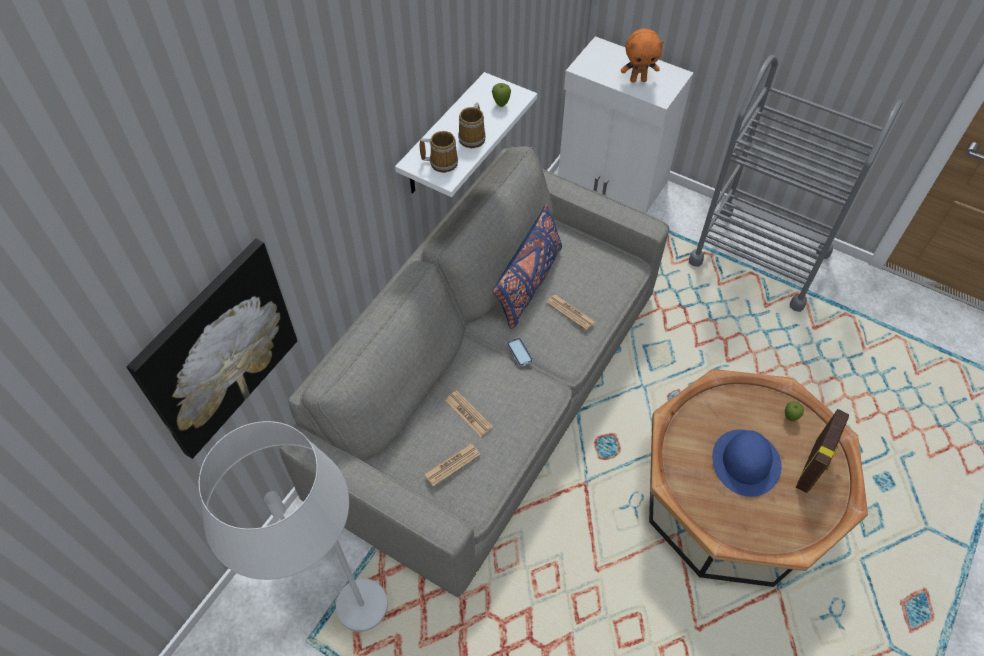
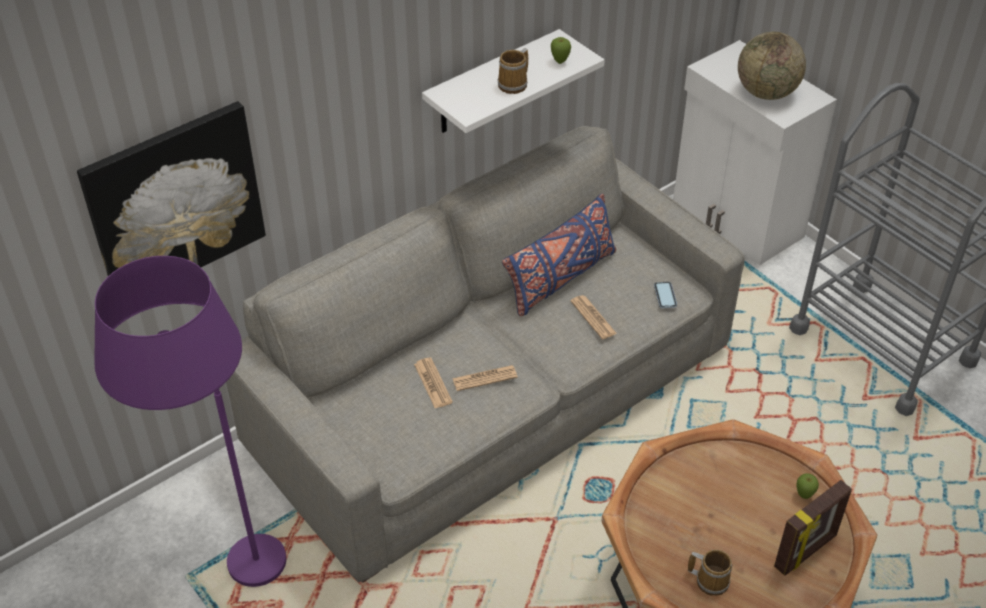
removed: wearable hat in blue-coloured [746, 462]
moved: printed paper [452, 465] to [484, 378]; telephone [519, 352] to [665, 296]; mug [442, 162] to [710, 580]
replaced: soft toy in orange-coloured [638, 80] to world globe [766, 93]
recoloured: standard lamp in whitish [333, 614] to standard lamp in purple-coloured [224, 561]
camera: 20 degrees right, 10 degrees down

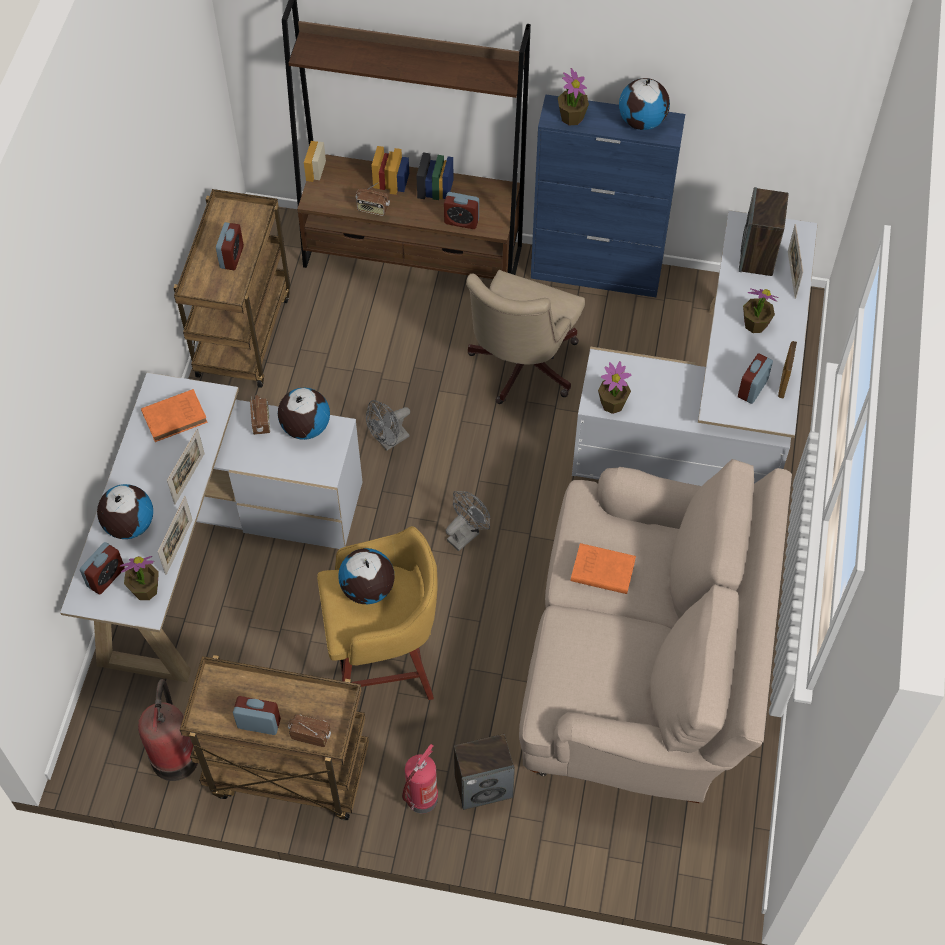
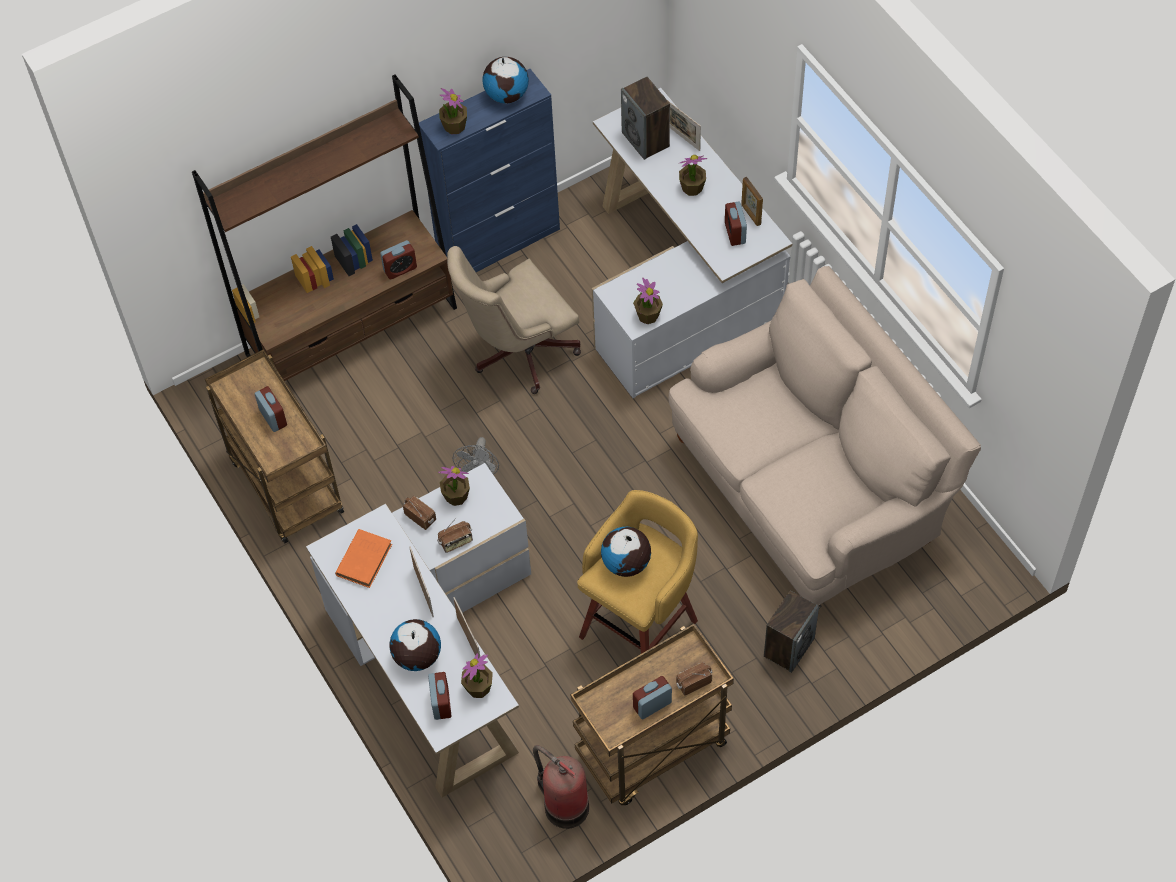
removed: fire extinguisher [422, 800]; fan in greyish [466, 533]; book in orange-coloured [601, 570]
moved: radio receiver [373, 209] to [456, 542]
replaced: world globe [305, 427] to plant in a pot [456, 496]
turned: office chair in beige [520, 368] = [517, 352] 75 degrees clockwise
camera: 40 degrees left, 0 degrees up

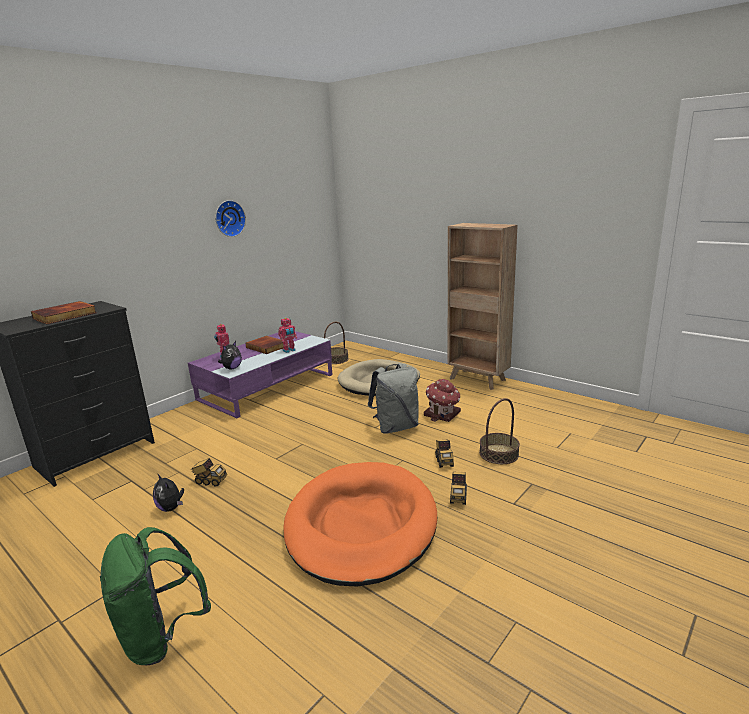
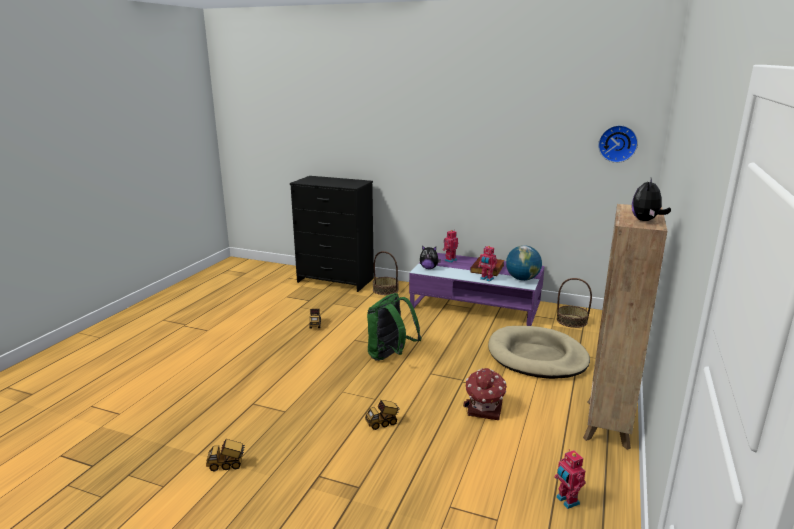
removed: book [65, 316]; dog bed in orange-coloured [361, 525]; rucksack in greyish [396, 427]
added: world globe [522, 279]; robot figure [566, 501]
moved: toy truck [458, 496] to [227, 465]; rucksack in green [162, 636] to [390, 356]; storage basket [498, 454] to [385, 290]; wall clock [229, 218] to [617, 143]; soft toy [171, 508] to [646, 220]
camera: 70 degrees right, 0 degrees up

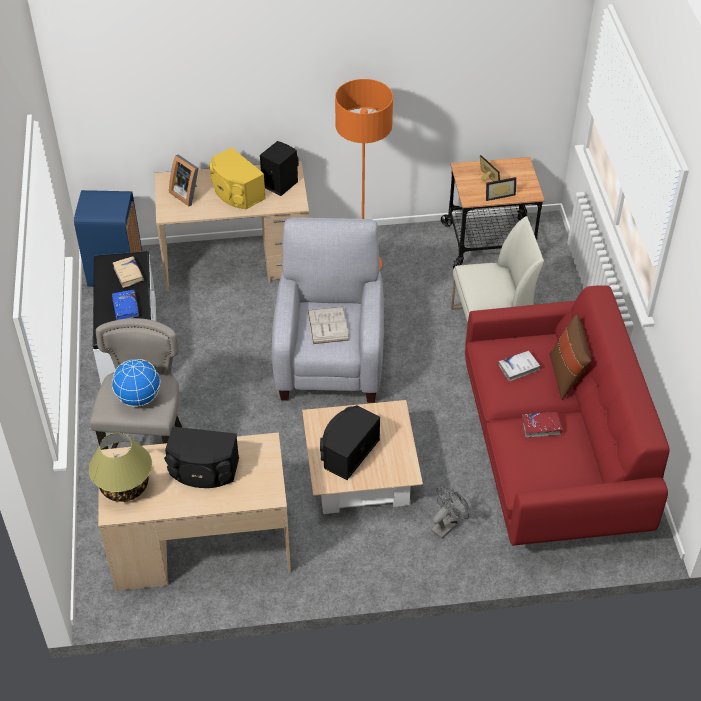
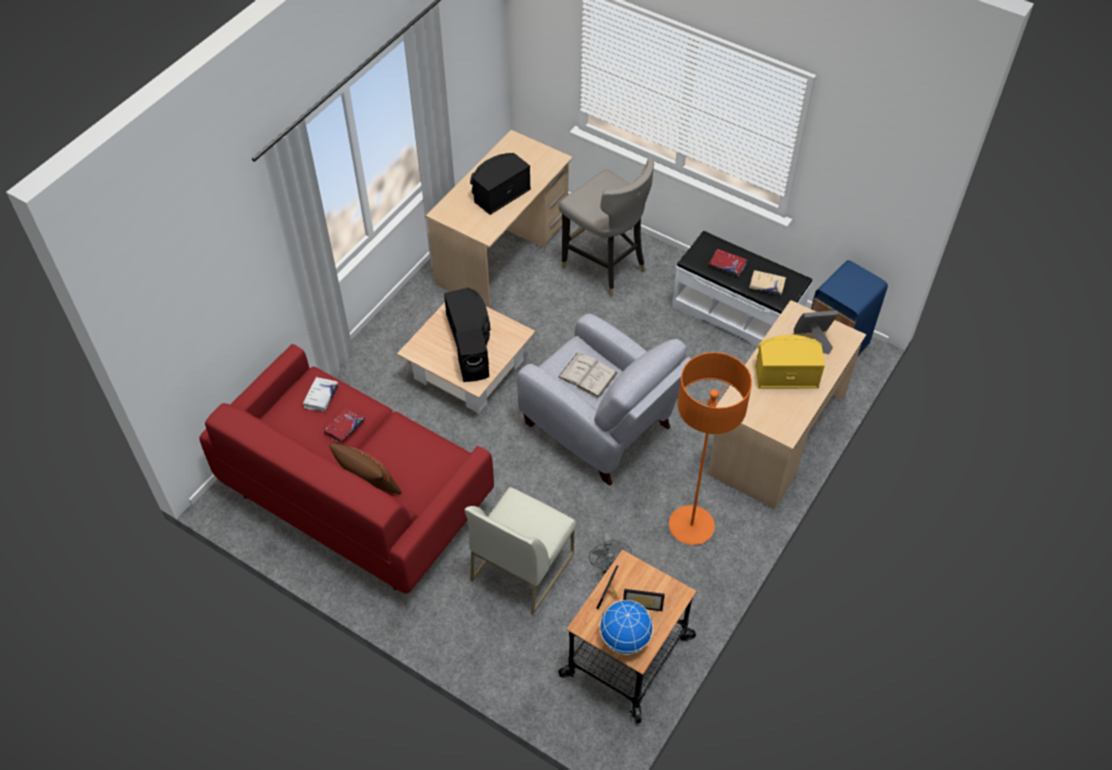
removed: table lamp [124, 486]
moved: book in whitish [518, 368] to [321, 397]; speaker in black-coloured [279, 183] to [475, 368]; fan in greyish [447, 525] to [608, 567]; world globe [139, 397] to [625, 639]
recoloured: book in blue-coloured [126, 308] to book in red [727, 265]
camera: 130 degrees right, 5 degrees up

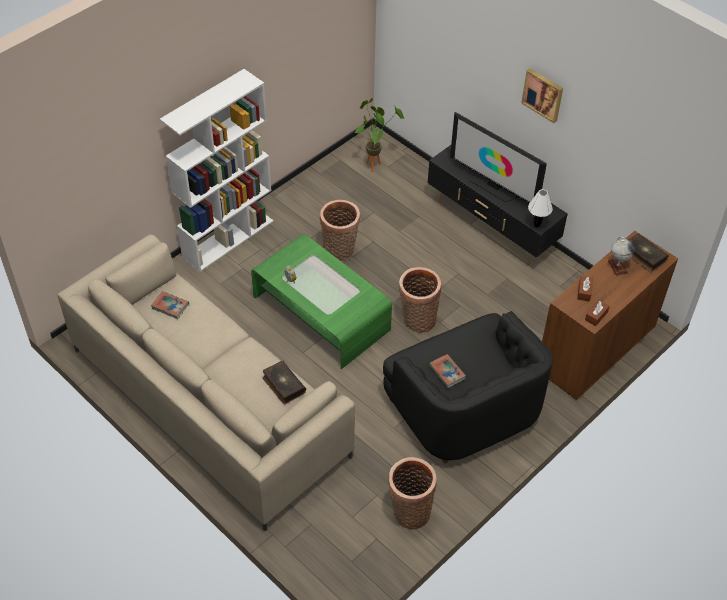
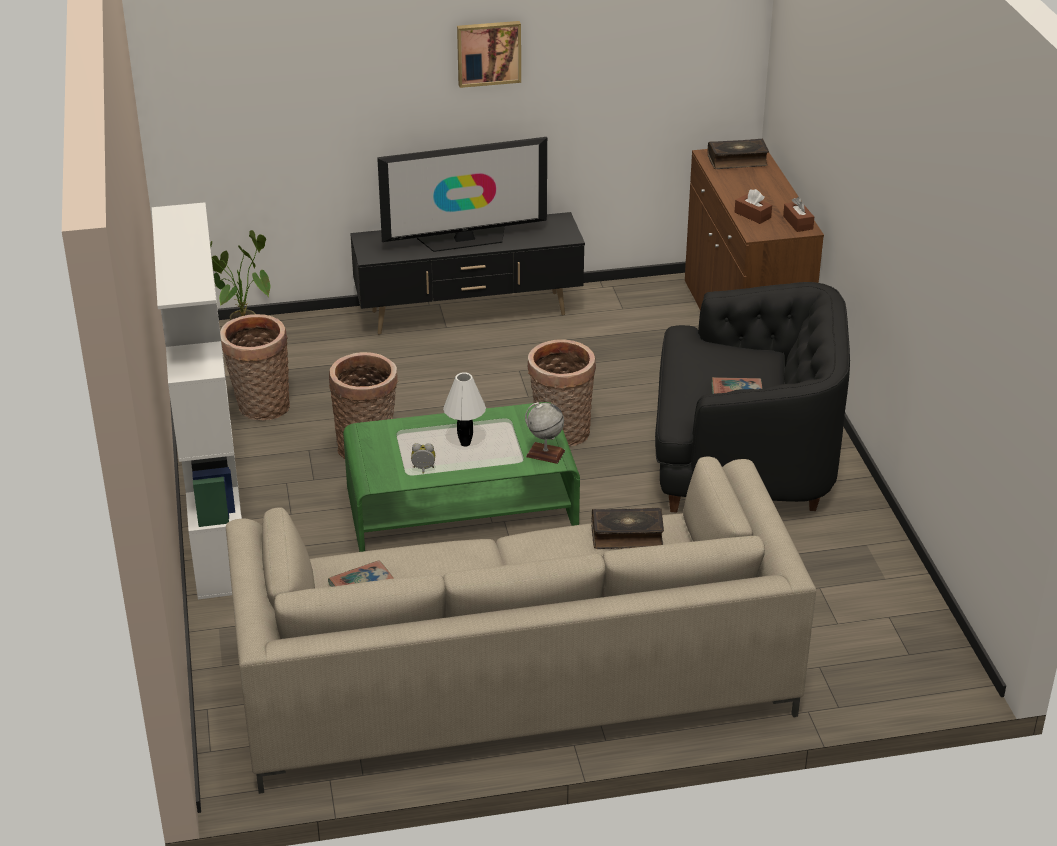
moved: storage basket [409, 511] to [260, 407]; table lamp in whitish [536, 225] to [465, 443]; world globe [617, 266] to [545, 454]
camera: 55 degrees left, 15 degrees down

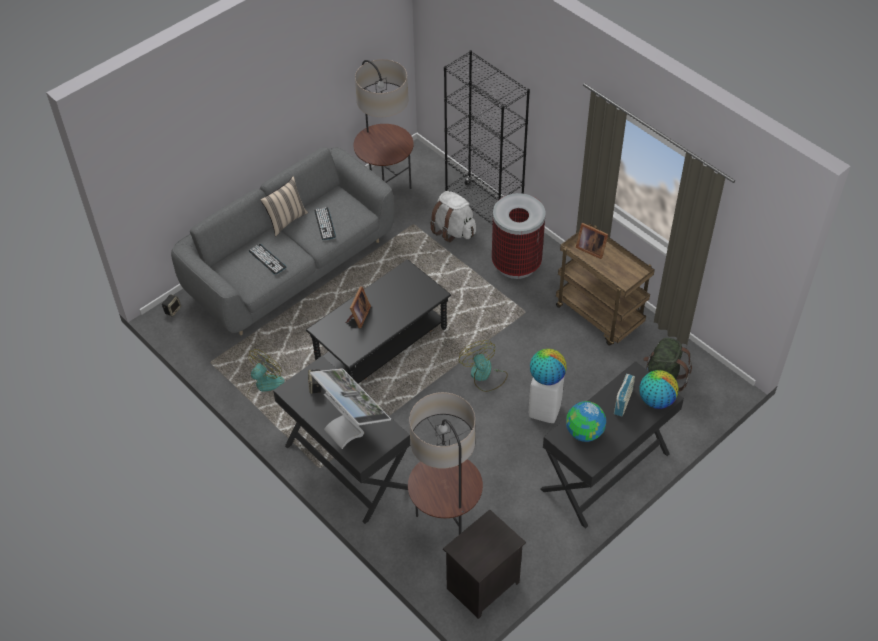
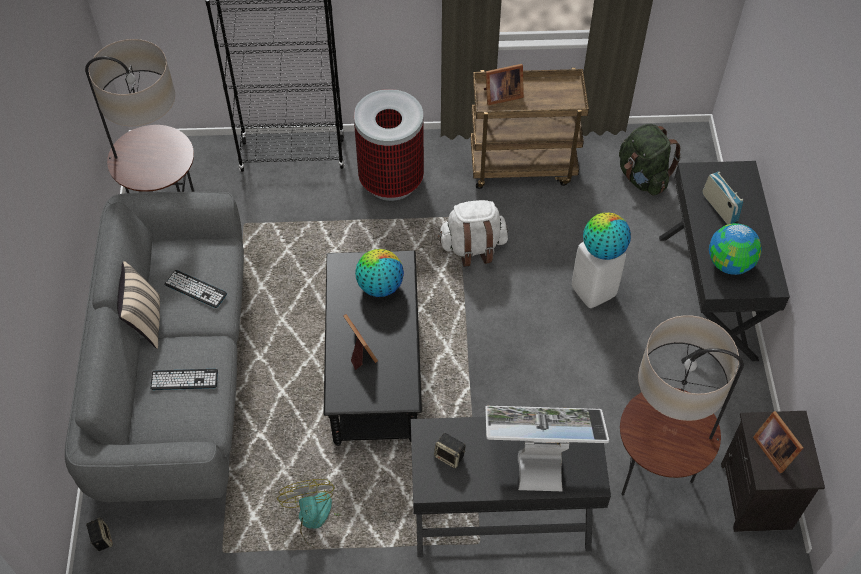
removed: fan [484, 375]
added: photo frame [774, 449]
moved: world globe [656, 400] to [380, 286]; rucksack in whitish [453, 230] to [473, 247]
camera: 50 degrees left, 5 degrees up

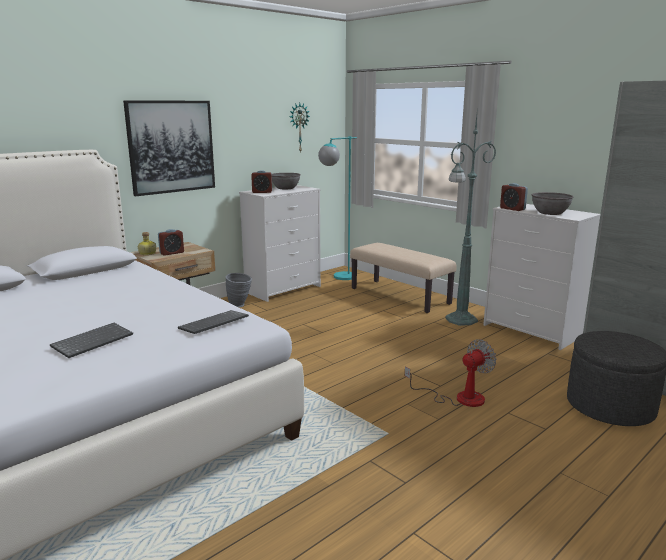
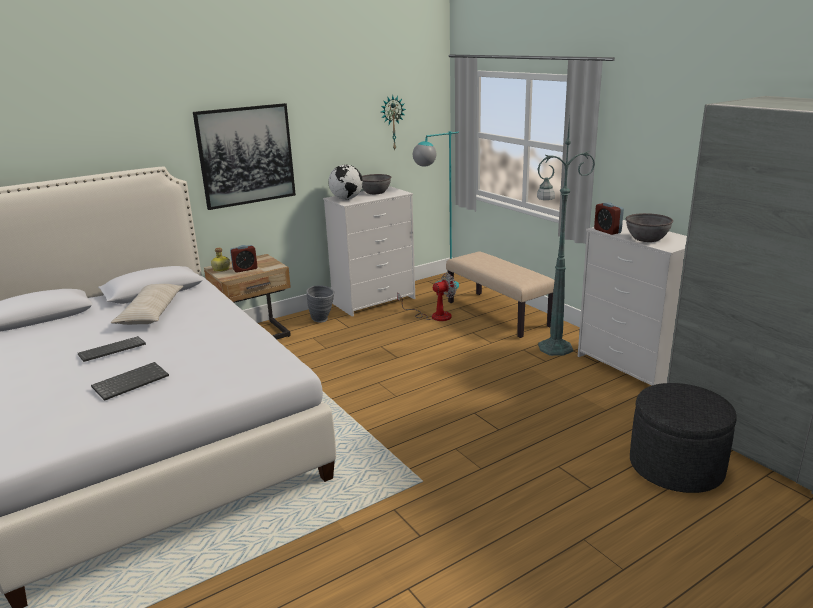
added: pillow in beige [151, 313]
moved: keyboard [214, 324] to [111, 351]; fan [459, 398] to [434, 316]
replaced: bedside clock [262, 192] to world globe [346, 199]
camera: 10 degrees right, 5 degrees up

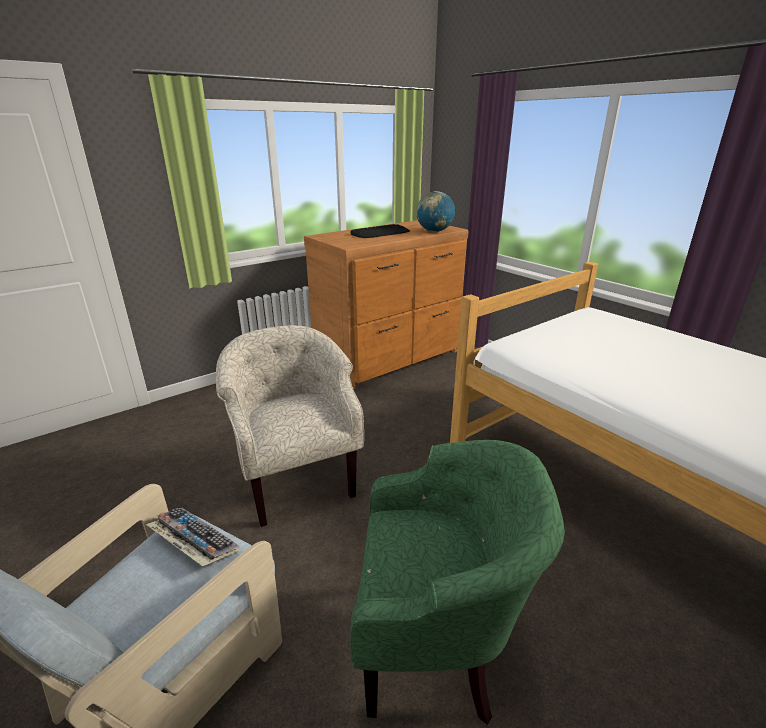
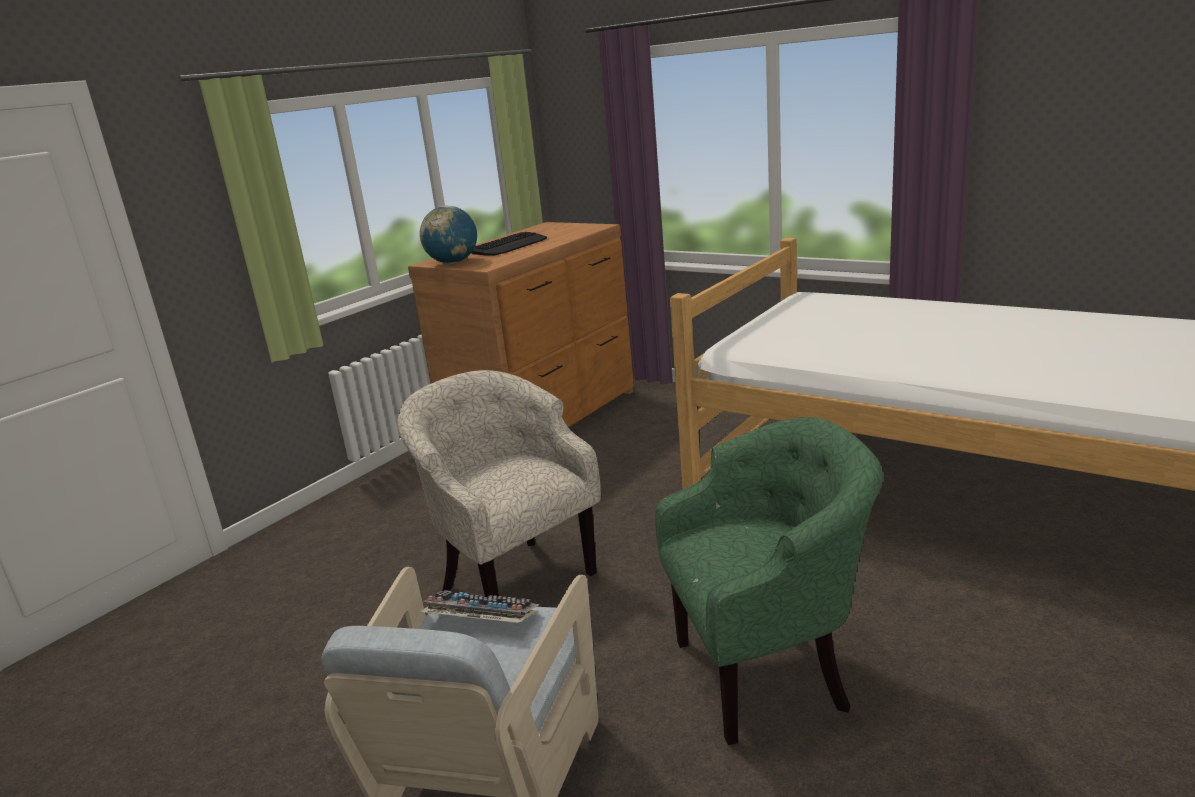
moved: world globe [434, 231] to [453, 263]
camera: 15 degrees left, 5 degrees down

